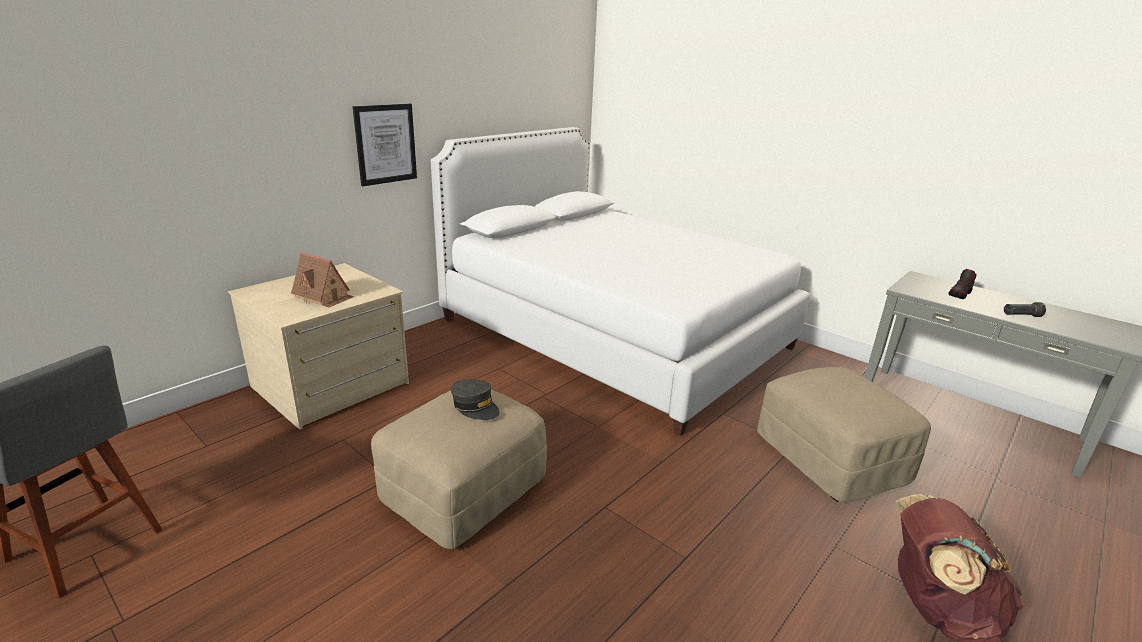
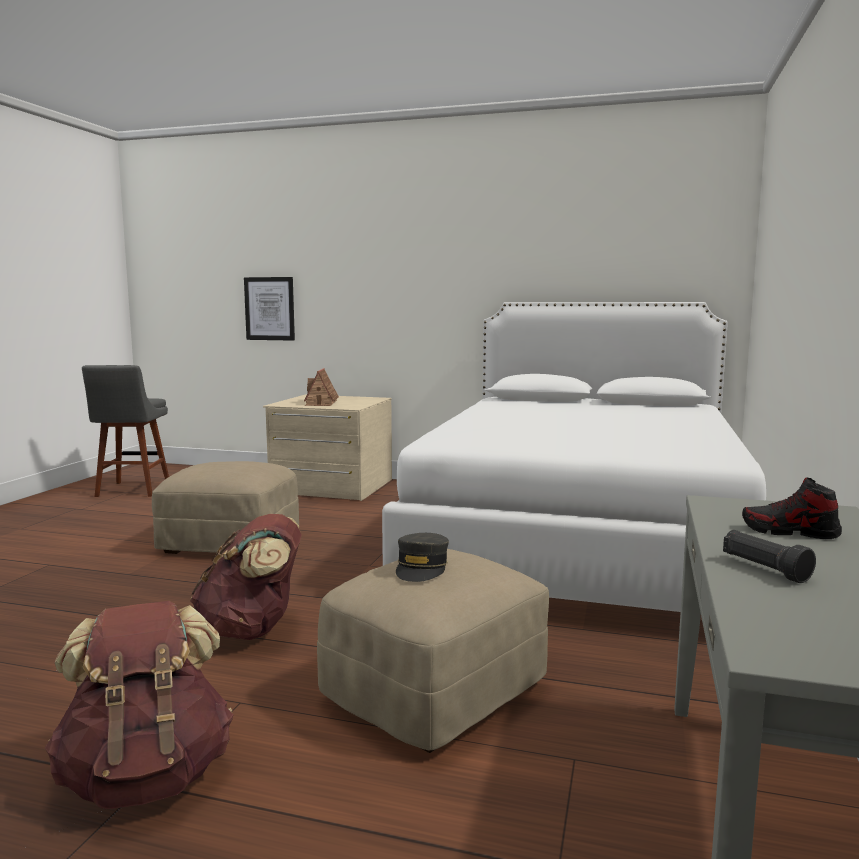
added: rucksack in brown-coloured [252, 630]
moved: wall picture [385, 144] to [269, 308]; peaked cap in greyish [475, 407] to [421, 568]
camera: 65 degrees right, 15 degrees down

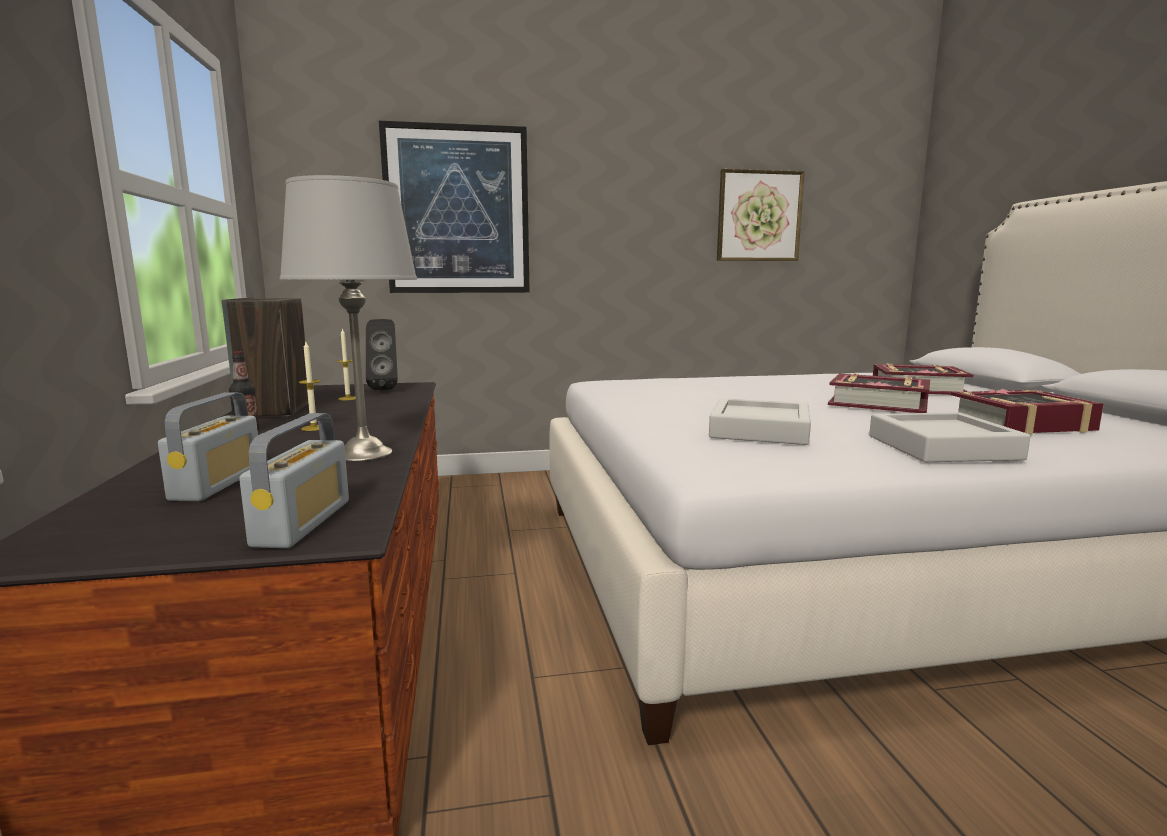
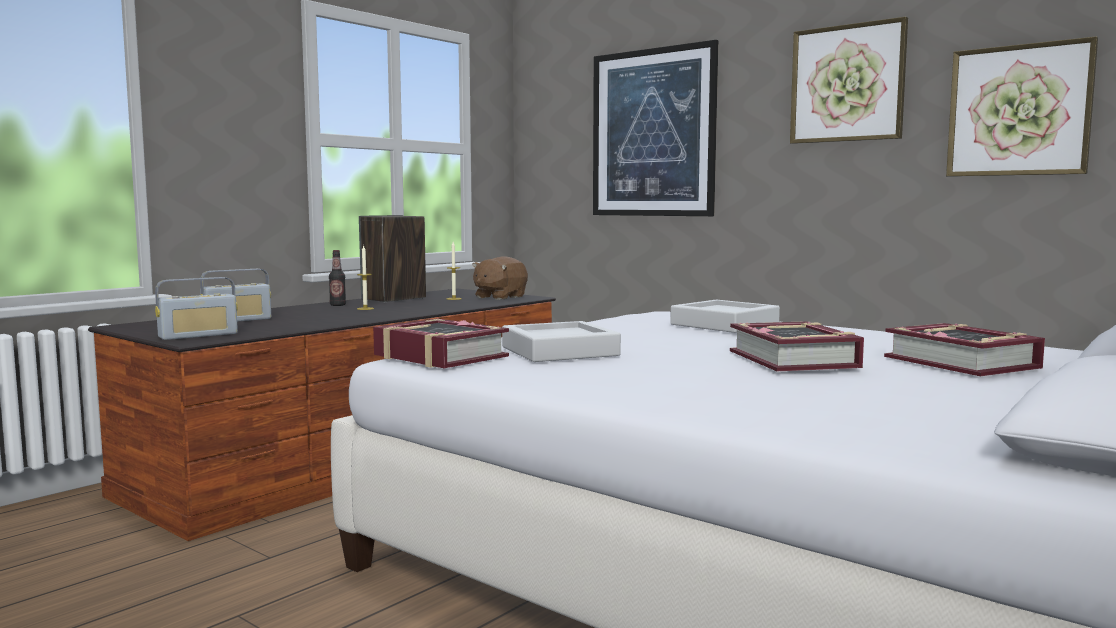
removed: table lamp in greyish [363, 454]
added: wall picture [847, 83]
moved: book [1021, 424] to [439, 356]; carrying tray in greyish [942, 447] to [724, 324]
replaced: speaker in black-coloured [385, 389] to soft toy in brown-coloured [499, 297]
camera: 50 degrees right, 5 degrees down

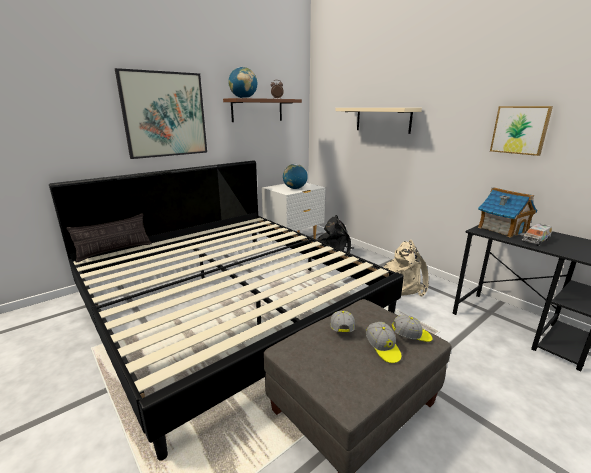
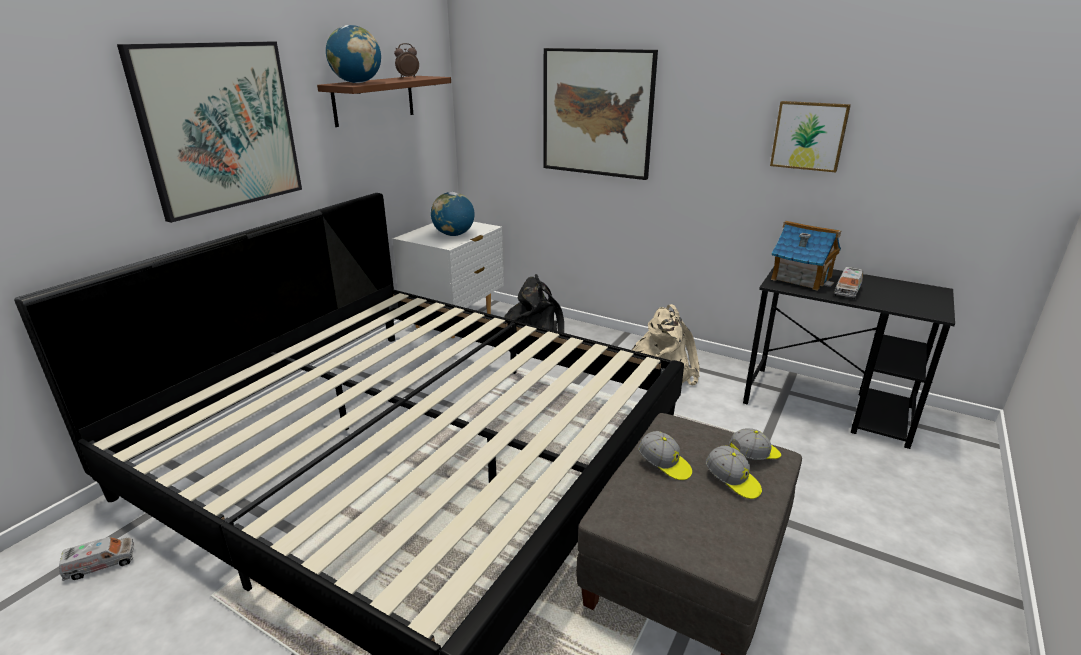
removed: pillow [115, 251]
added: toy truck [101, 564]
replaced: wall shelf in beige [383, 119] to wall picture [597, 113]
turned: peaked cap [341, 328] = [664, 465] 150 degrees clockwise
camera: 20 degrees left, 5 degrees up

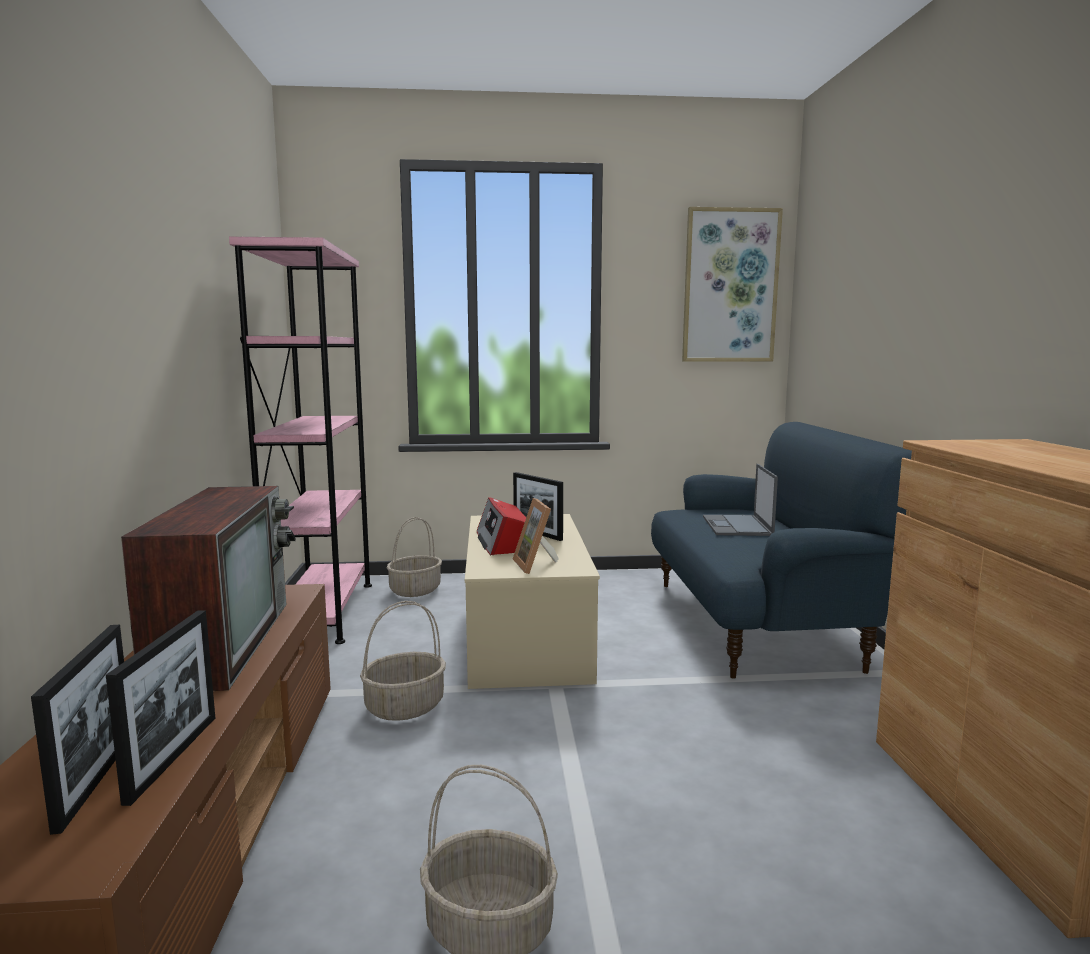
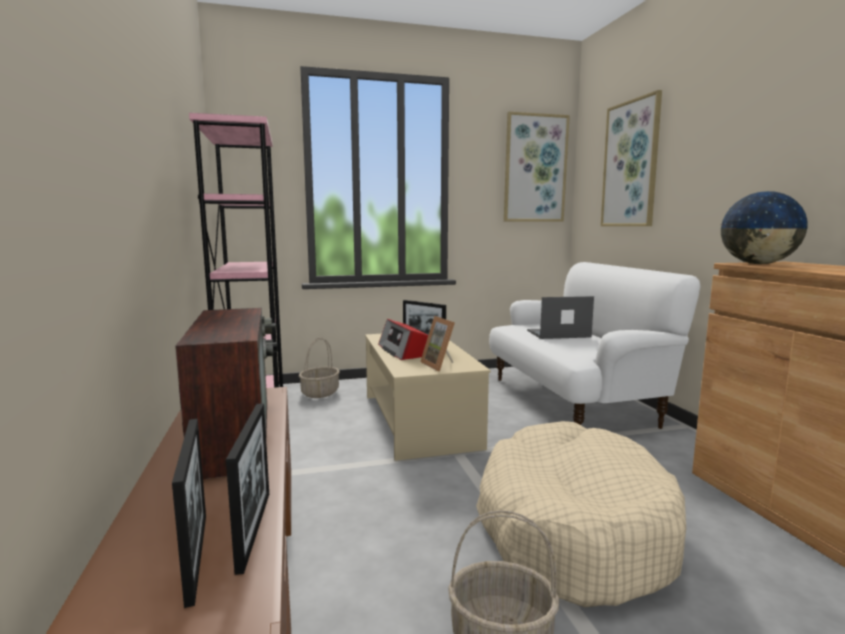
removed: storage basket [405, 706]
added: dog bed in beige [572, 528]; wall picture [631, 164]; world globe [758, 264]
recoloured: sofa in blue-coloured [756, 623] to sofa in whitish [573, 401]
turned: laptop [737, 526] = [557, 334] 90 degrees clockwise
camera: 10 degrees left, 0 degrees up

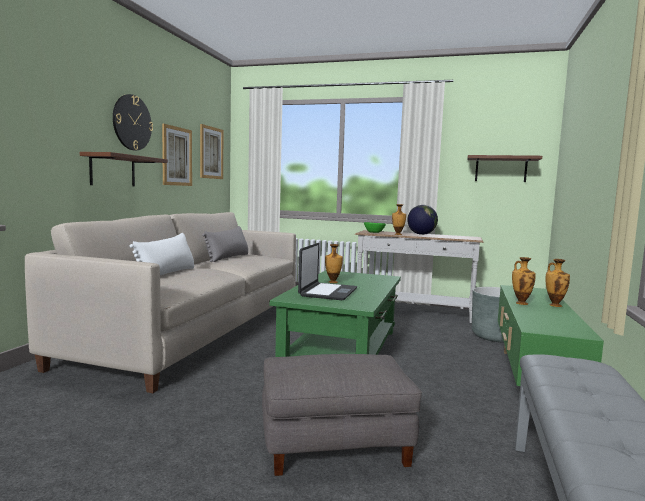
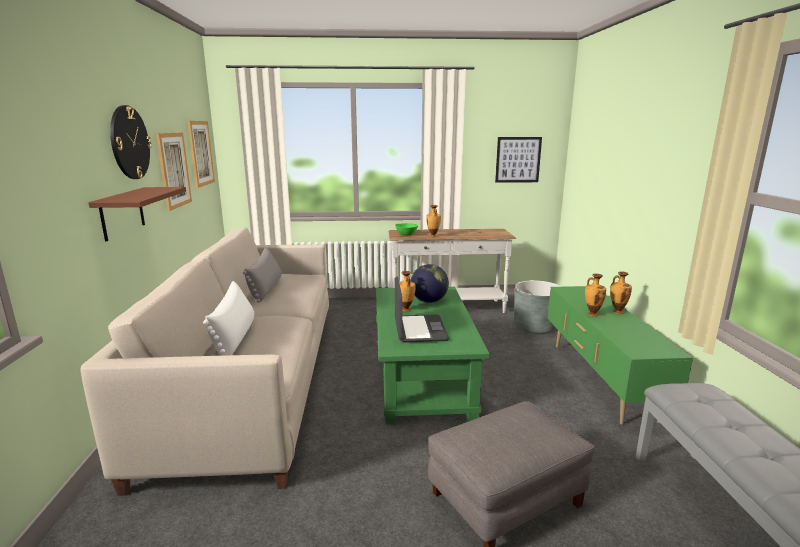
moved: world globe [421, 234] to [429, 301]
replaced: wall shelf in brown-coloured [500, 169] to wall picture [518, 159]
camera: 20 degrees left, 10 degrees up

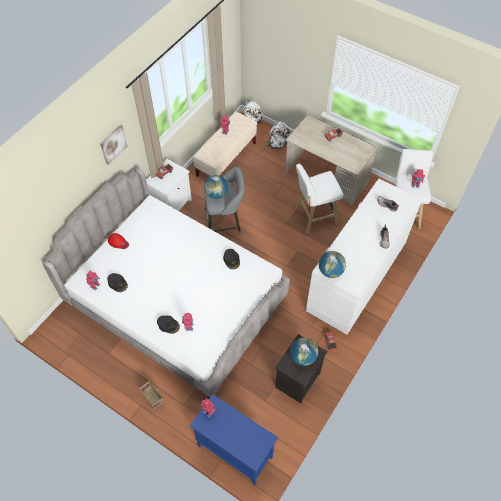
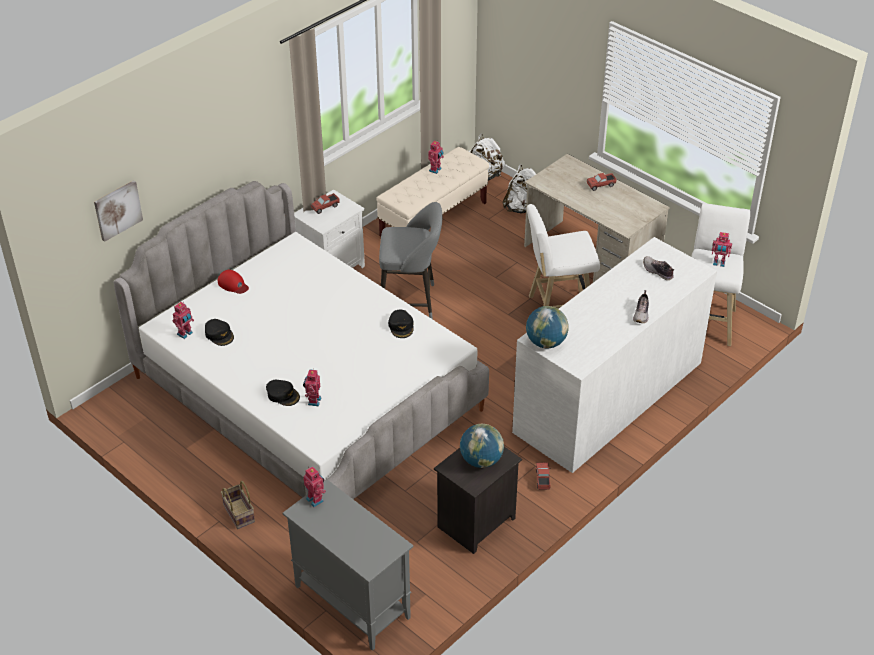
removed: world globe [216, 194]
moved: wall picture [113, 144] to [117, 210]
recoloured: storage cabinet in blue-coloured [234, 451] to storage cabinet in greyish [351, 601]
camera: 10 degrees right, 15 degrees down

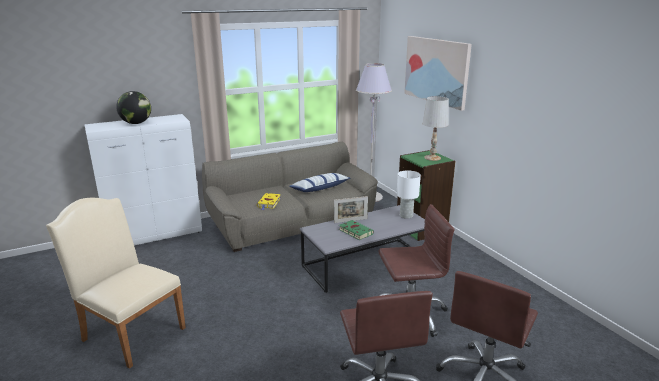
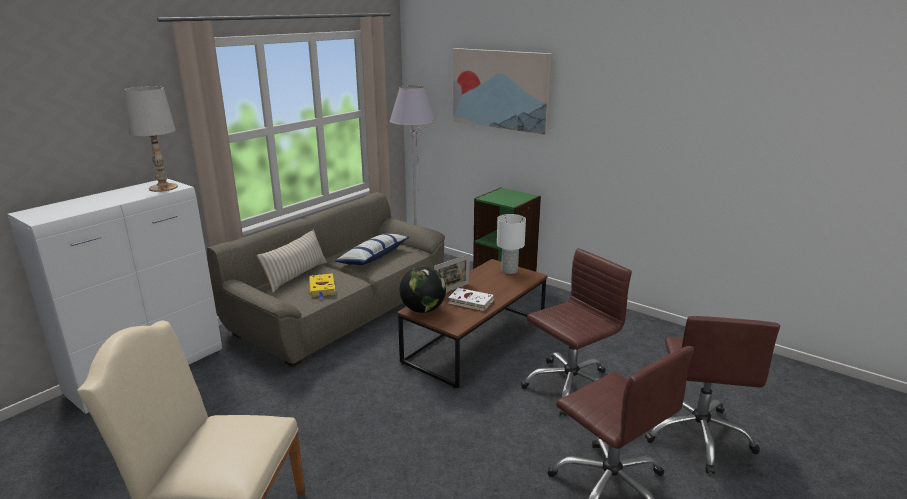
added: pillow in beige [296, 275]
moved: table lamp in whitish [432, 158] to [163, 187]; world globe [136, 123] to [423, 310]
recoloured: low table in greyish [365, 264] to low table in brown-coloured [476, 341]; book in green [355, 231] to book in whitish [469, 301]
camera: 25 degrees left, 0 degrees up

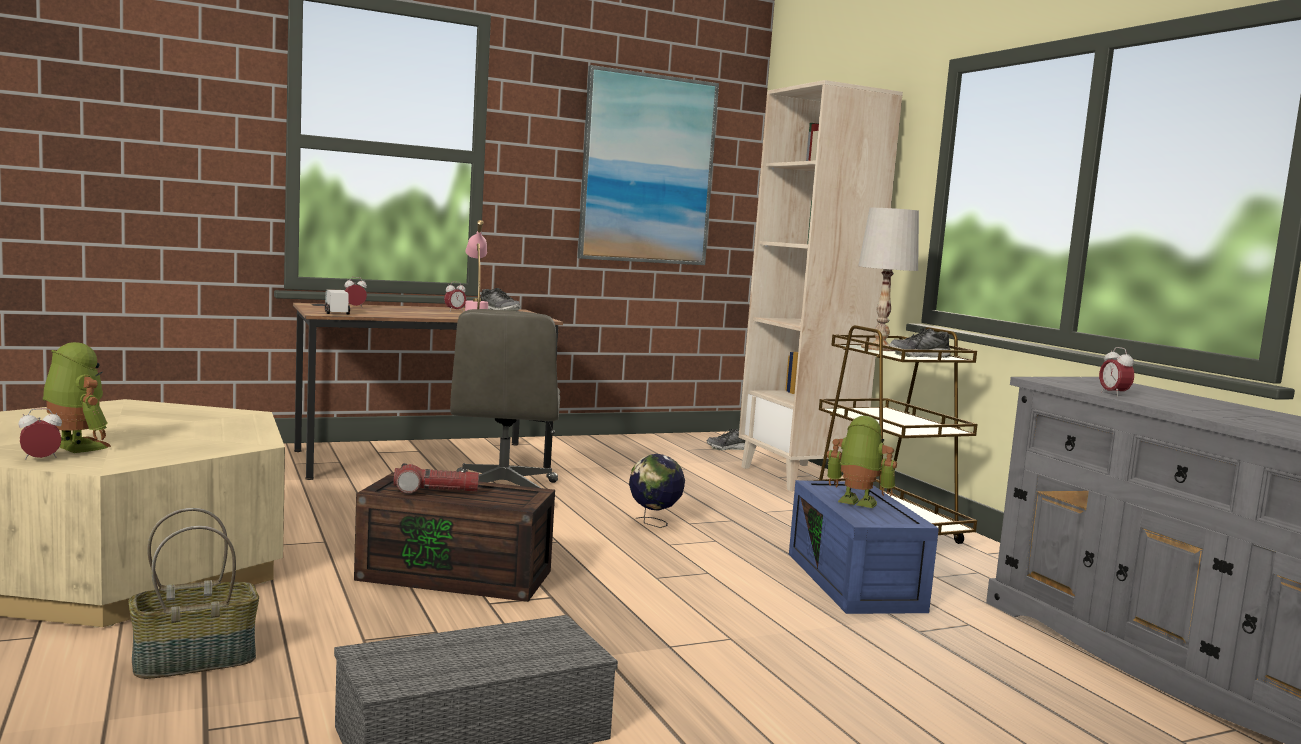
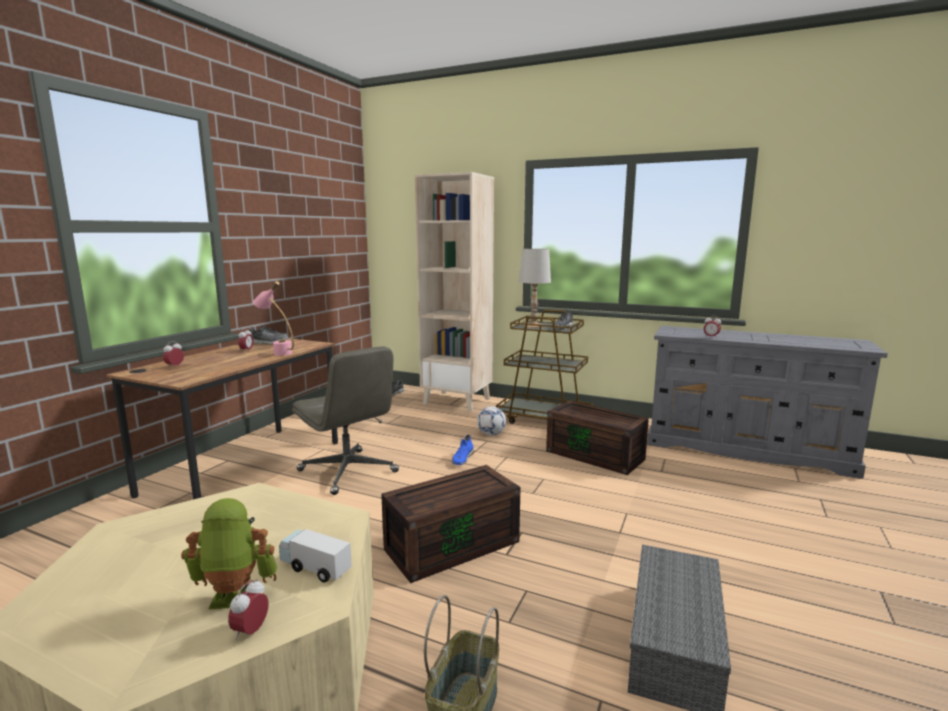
removed: hand torch [436, 491]; wall picture [647, 169]; robot figure [856, 503]
added: ball for football [491, 434]
moved: toy truck [336, 312] to [315, 567]
replaced: world globe [654, 524] to item of footwear in blue-coloured [462, 459]
recoloured: storage bin in blue-coloured [857, 582] to storage bin in brown-coloured [596, 455]
camera: 40 degrees left, 5 degrees up

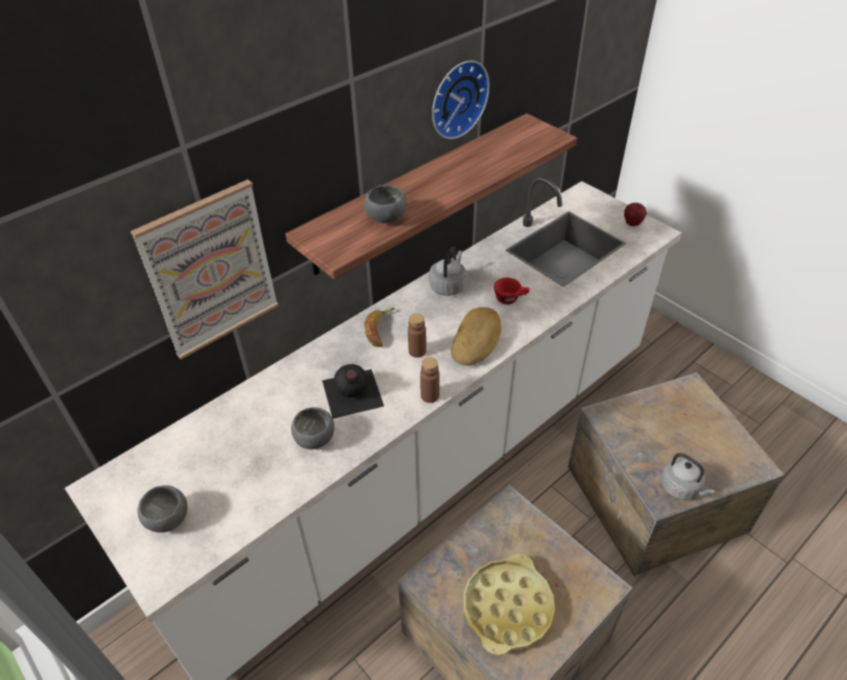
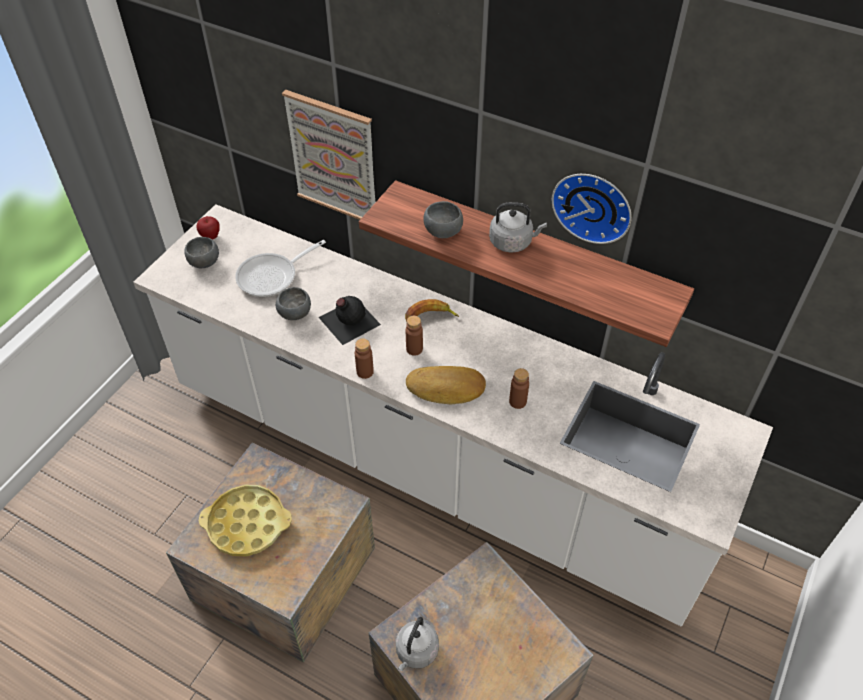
added: frying pan [272, 276]
moved: apple fruit [632, 224] to [210, 237]; kettle in greyish [448, 285] to [513, 242]
replaced: small cup in red [510, 298] to drink bottle in brown-coloured [517, 401]
camera: 70 degrees right, 5 degrees up

